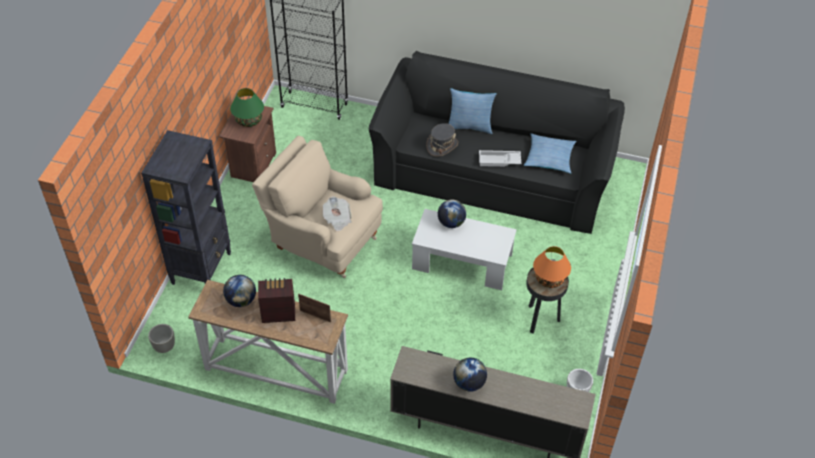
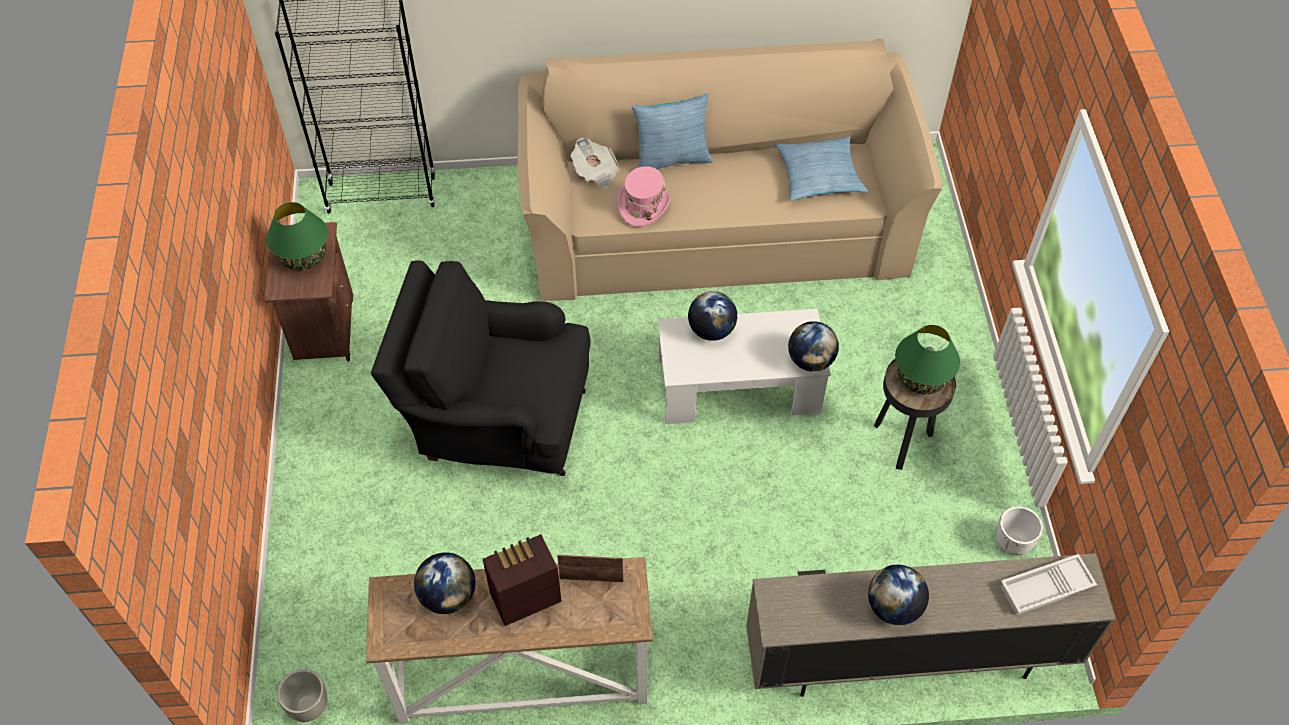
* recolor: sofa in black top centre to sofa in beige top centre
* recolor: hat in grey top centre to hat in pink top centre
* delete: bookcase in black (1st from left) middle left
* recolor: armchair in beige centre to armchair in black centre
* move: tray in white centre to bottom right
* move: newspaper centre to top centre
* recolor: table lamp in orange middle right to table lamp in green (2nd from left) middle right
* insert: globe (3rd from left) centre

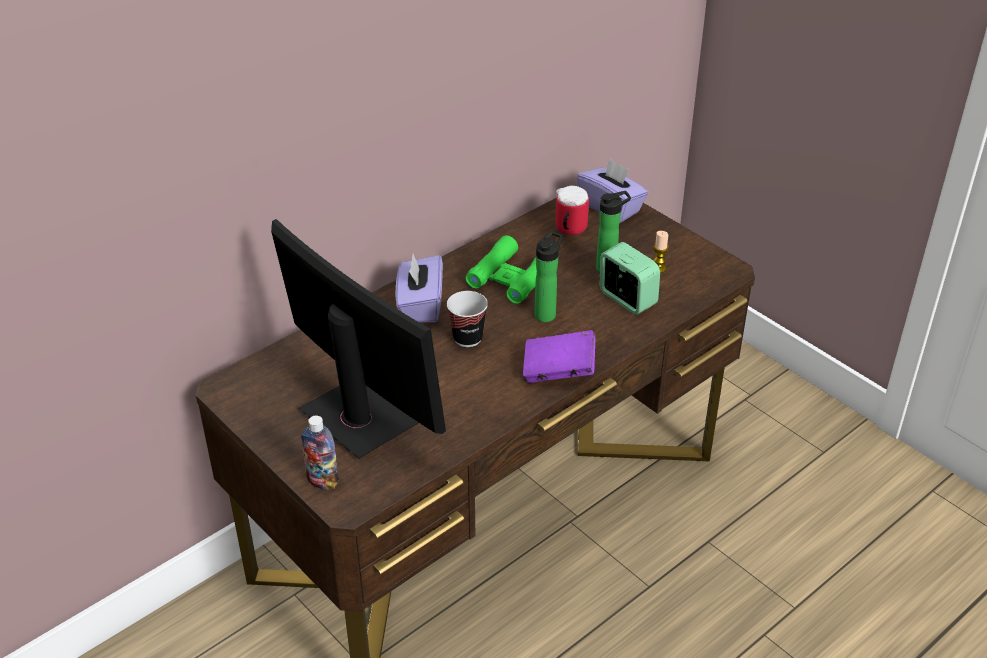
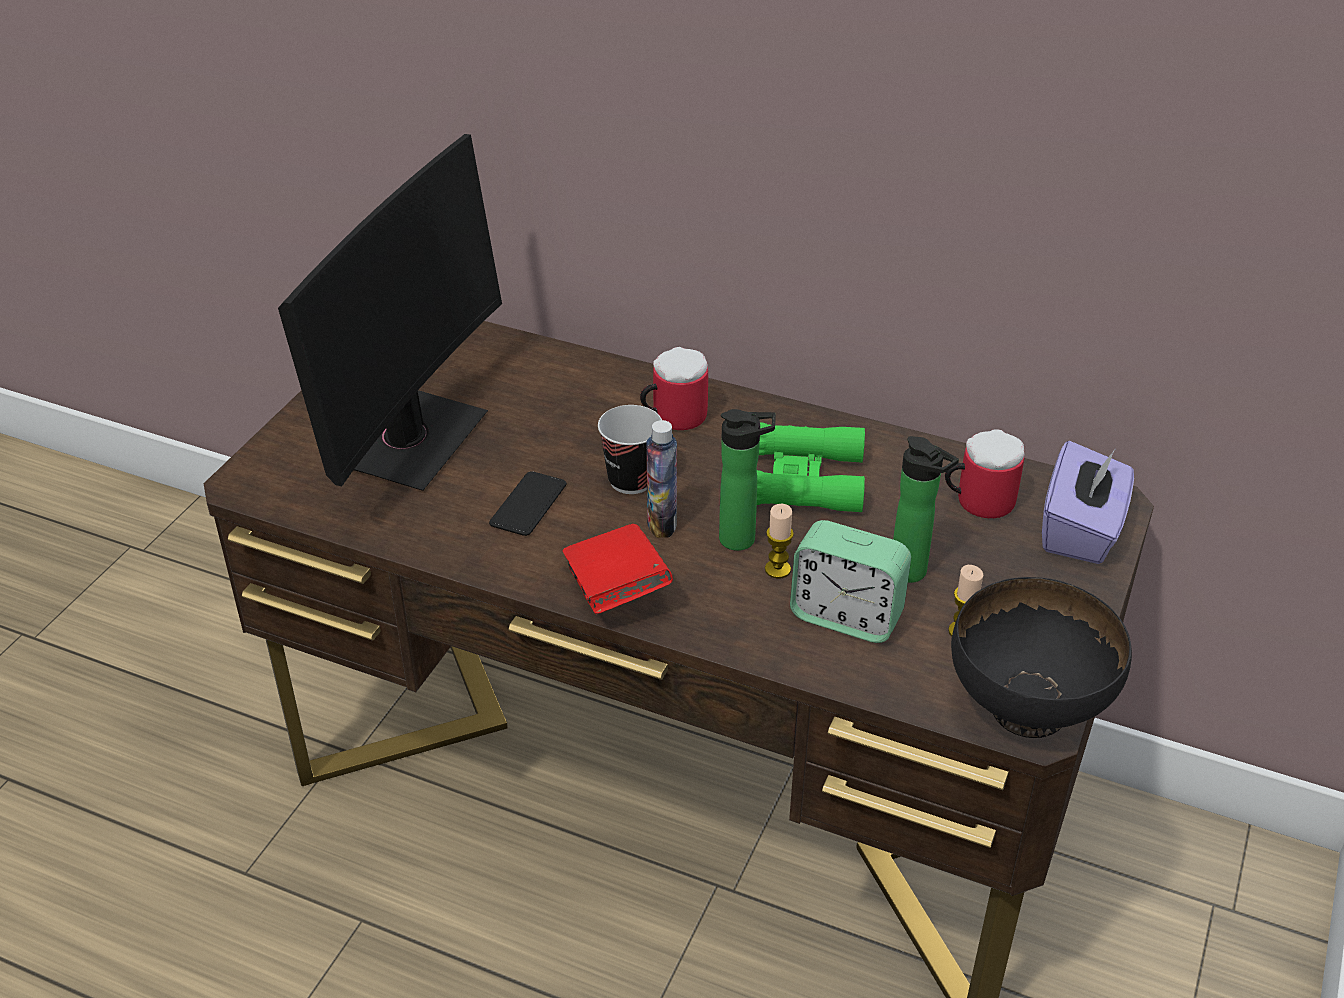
* rotate: alarm clock centre = centre 90 degrees clockwise
* replace: tissue box in purple (1st from left) centre to mug (1st from left) centre
* recolor: book in purple centre to book in red centre
* move: bottle (1st from left) bottom left to centre
* insert: phone centre
* insert: candle (1st from left) centre
* insert: bowl in black middle right

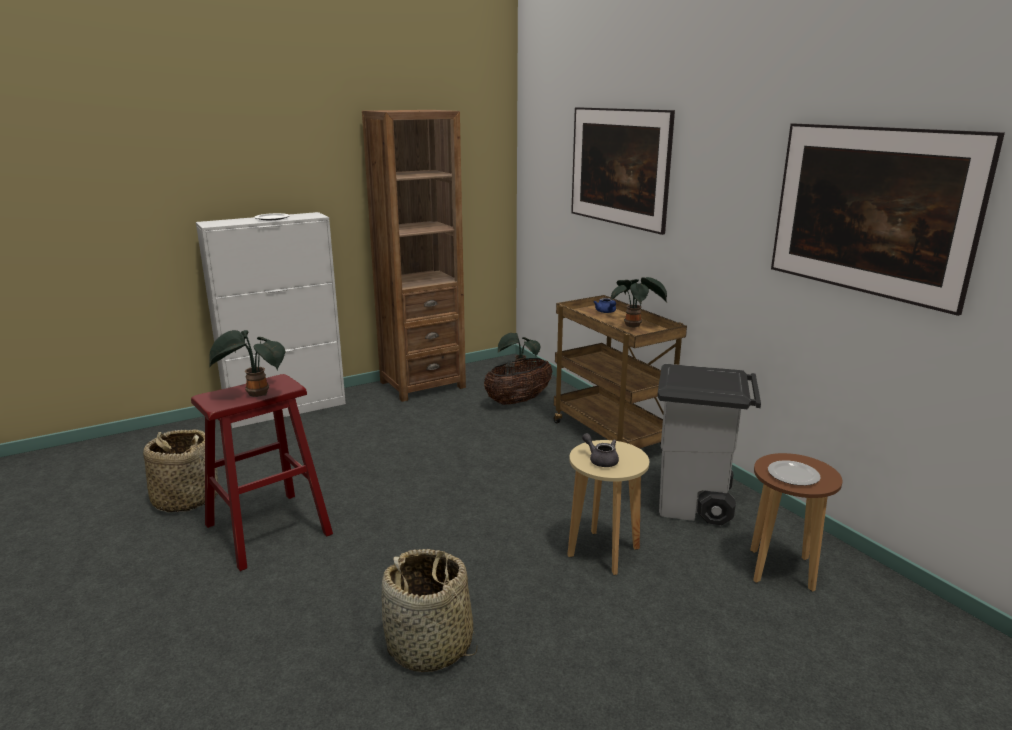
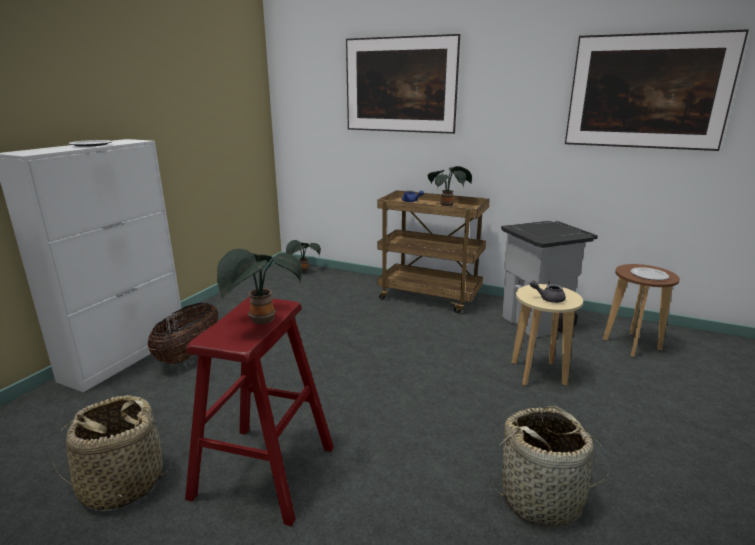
* delete: bookcase in brown centre
* move: basket (3rd from left in the first image) centre to basket (2nd from left) middle left

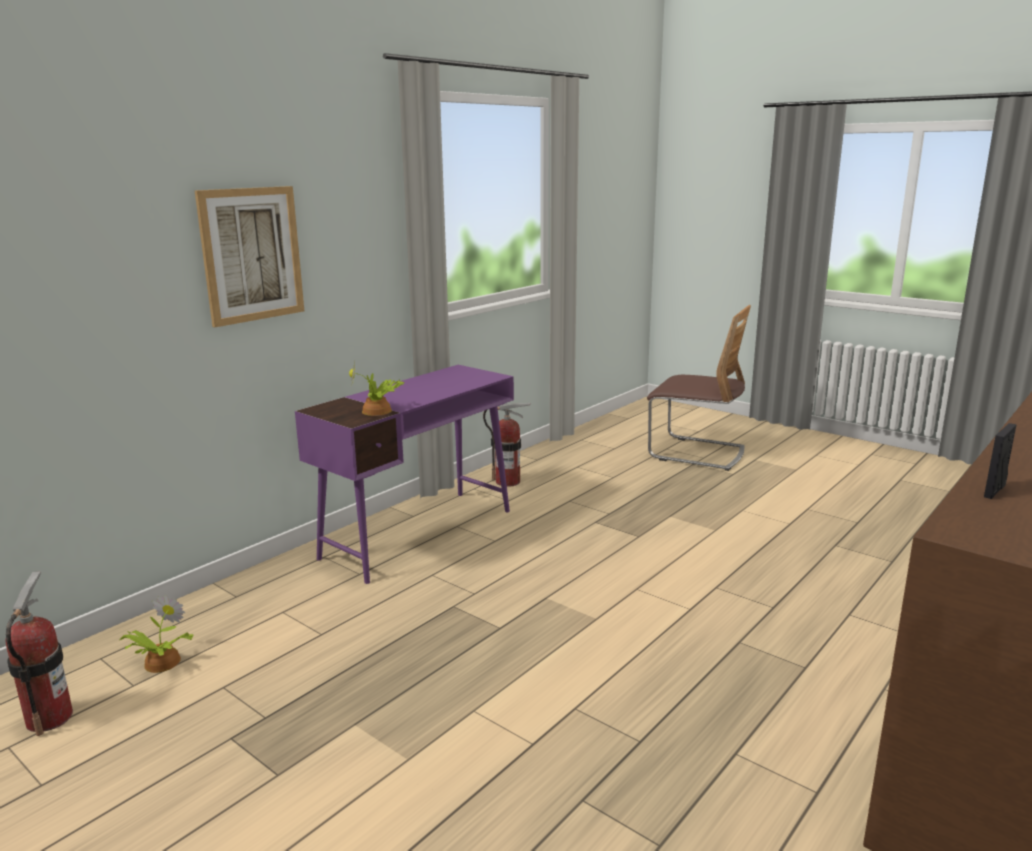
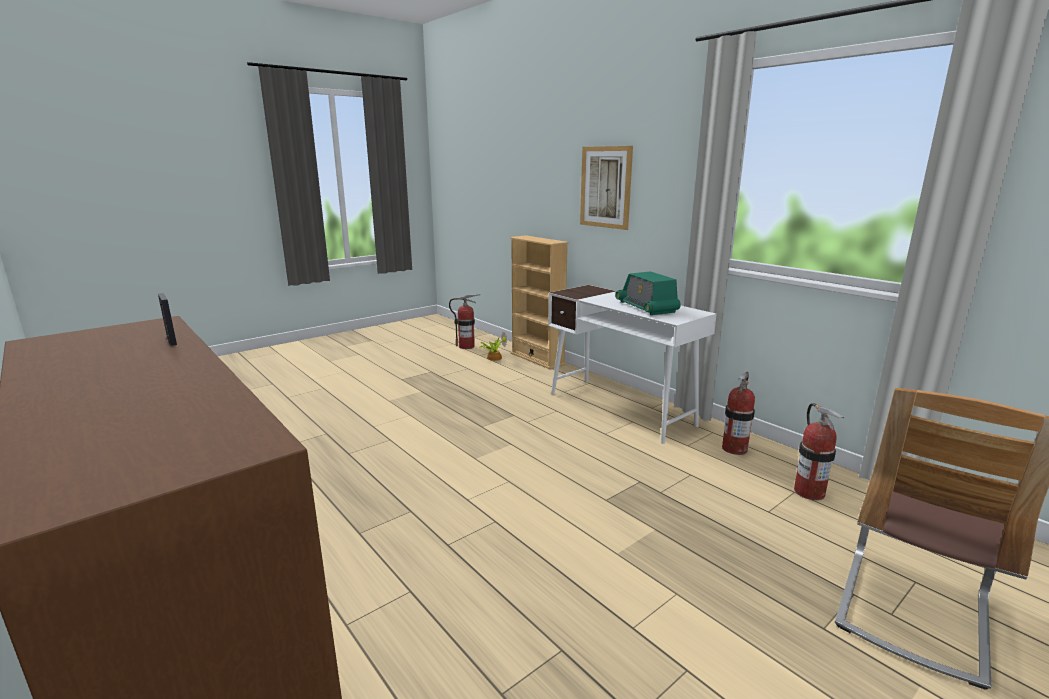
* delete: potted plant (2nd from left) centre
* recolor: desk in purple centre to desk in white centre
* insert: bookcase in beige centre
* insert: radio centre
* insert: fire extinguisher (3rd from left) middle right

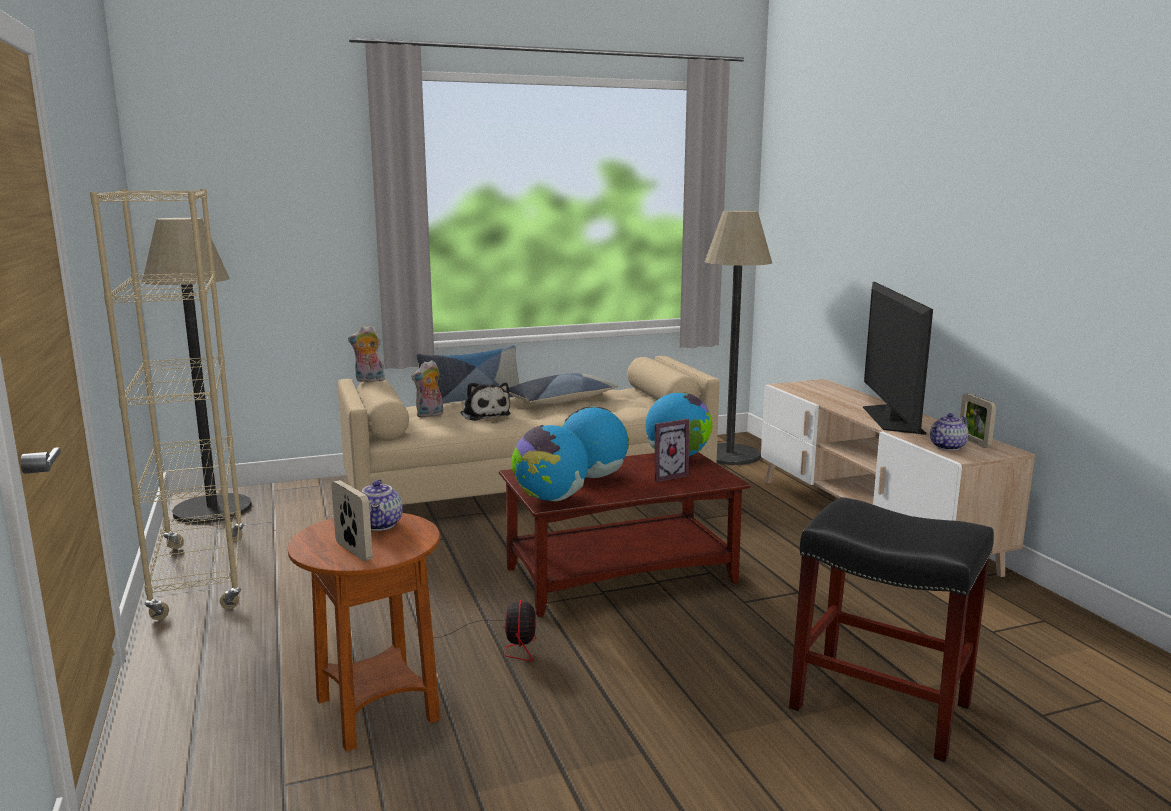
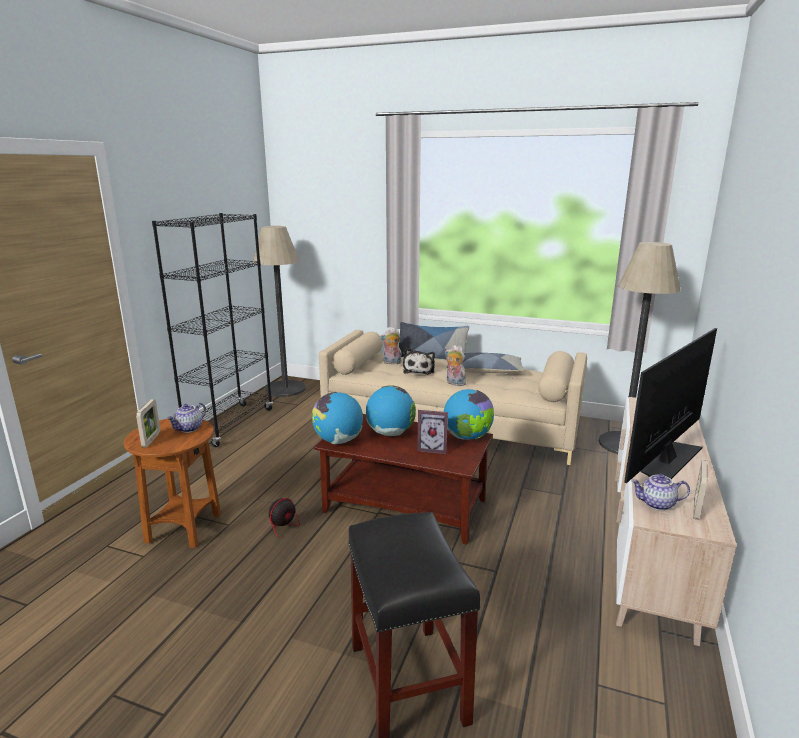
* recolor: bookcase in beige middle left to bookcase in black middle left
* move: plush toy (1st from left in the first image) middle left to plush toy (3rd from left) centre

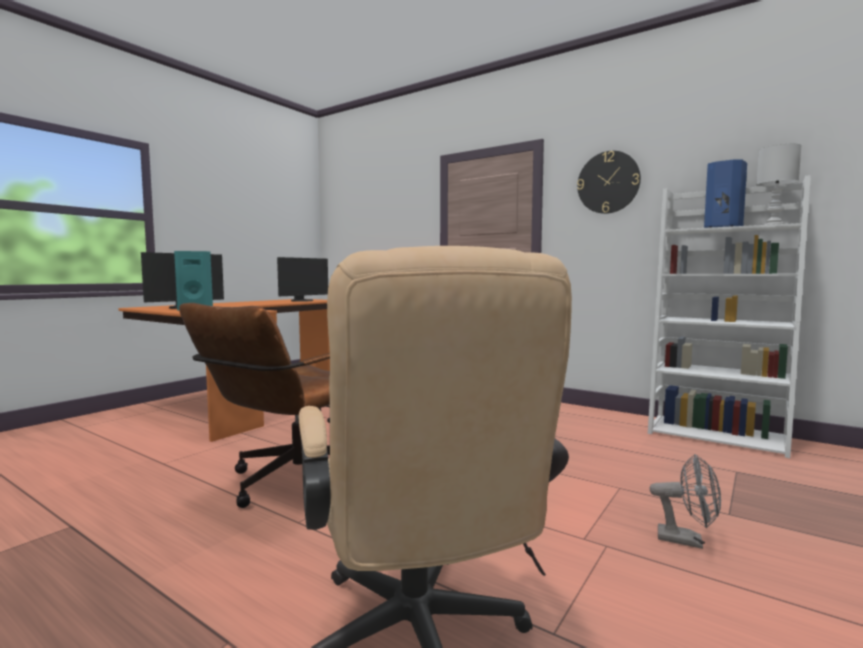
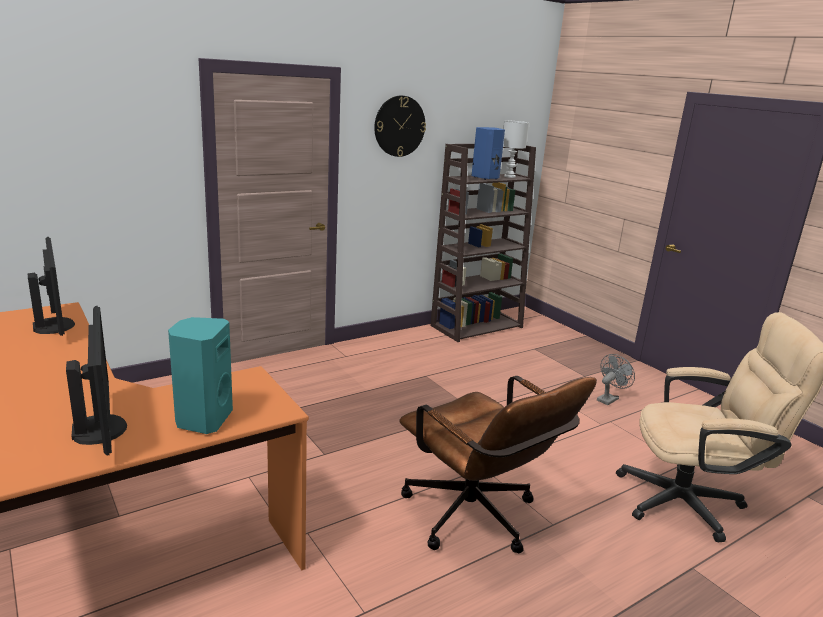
* recolor: bookcase in white middle right to bookcase in brown centre

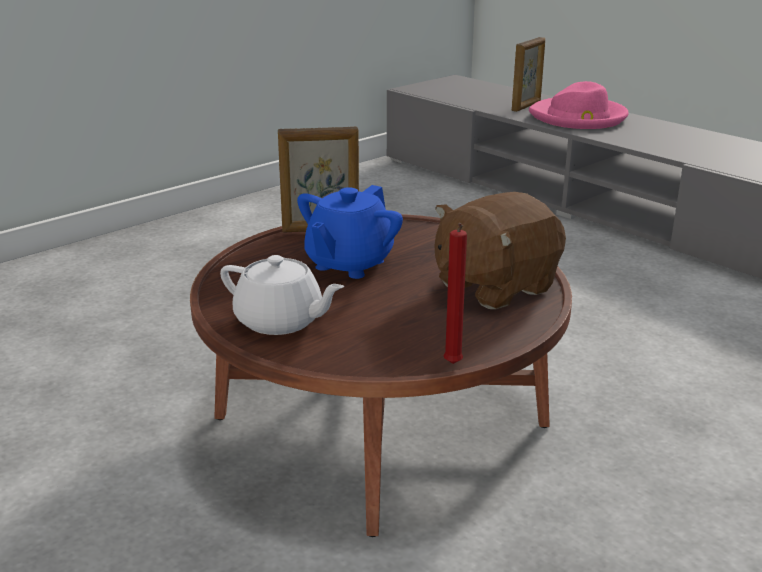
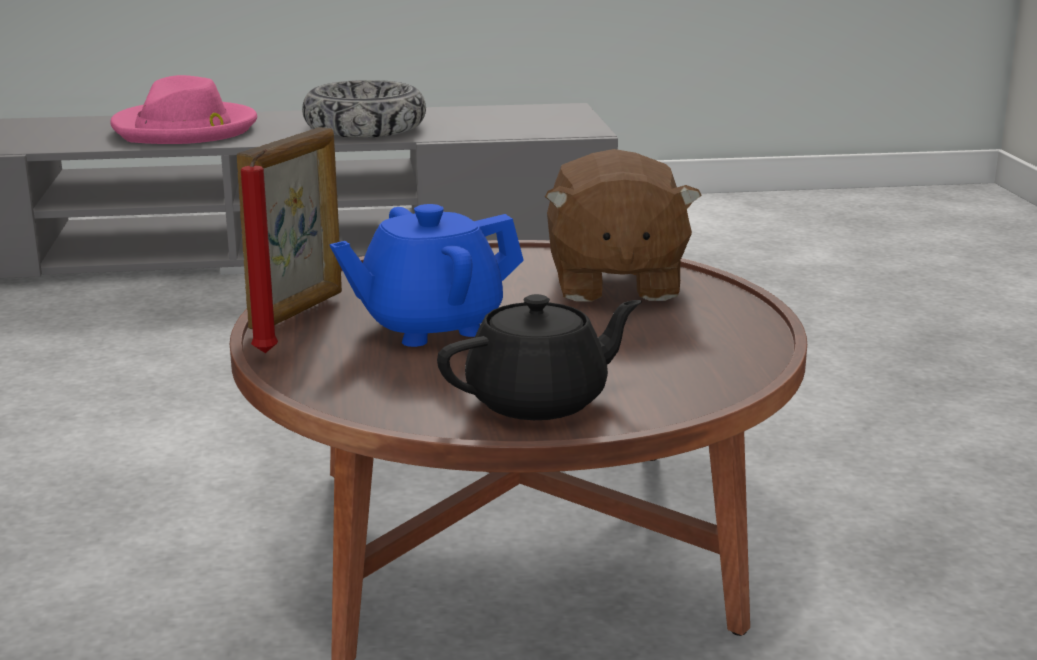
* delete: picture frame (2nd from left) top right
* rotate: teapot in blue centre = centre 90 degrees clockwise
* move: candle in red centre to middle left
* recolor: teapot in white centre to teapot in black centre
* insert: bowl top centre

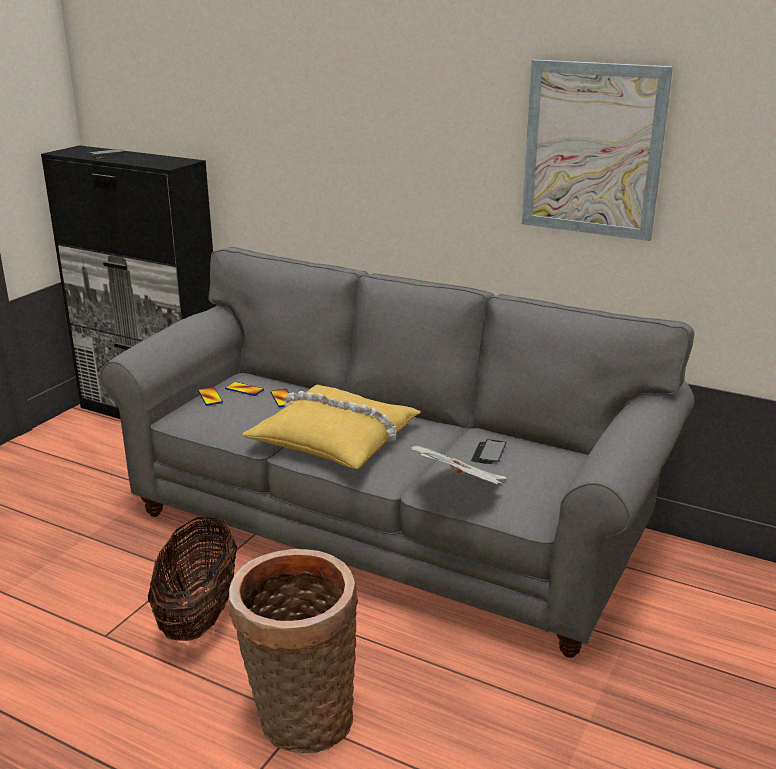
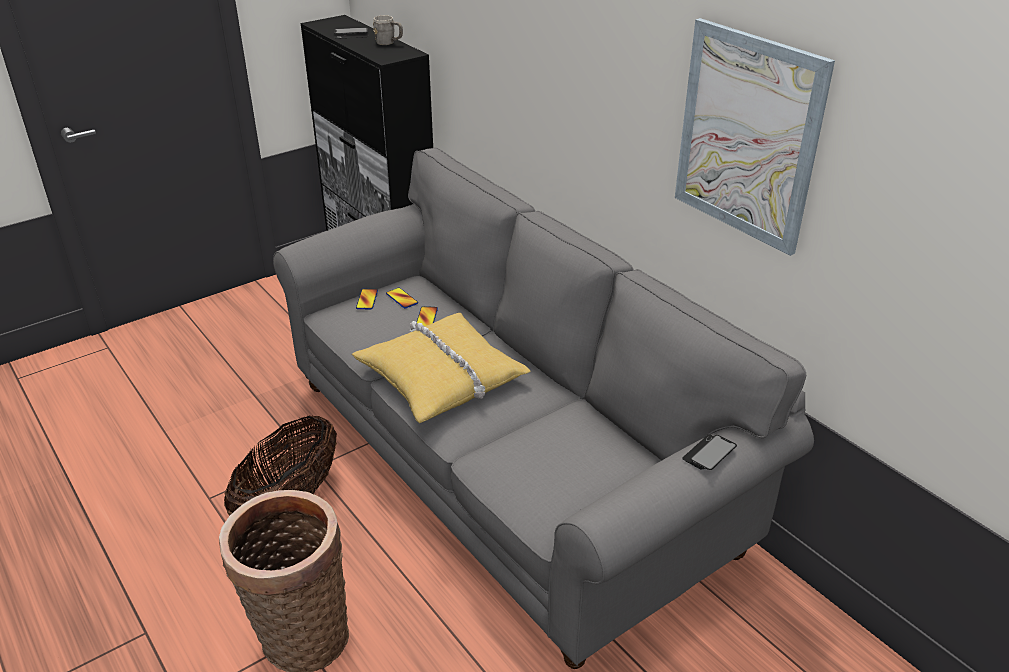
* move: phone (5th from left) centre to bottom right
* delete: newspaper centre
* insert: mug in grey top centre

